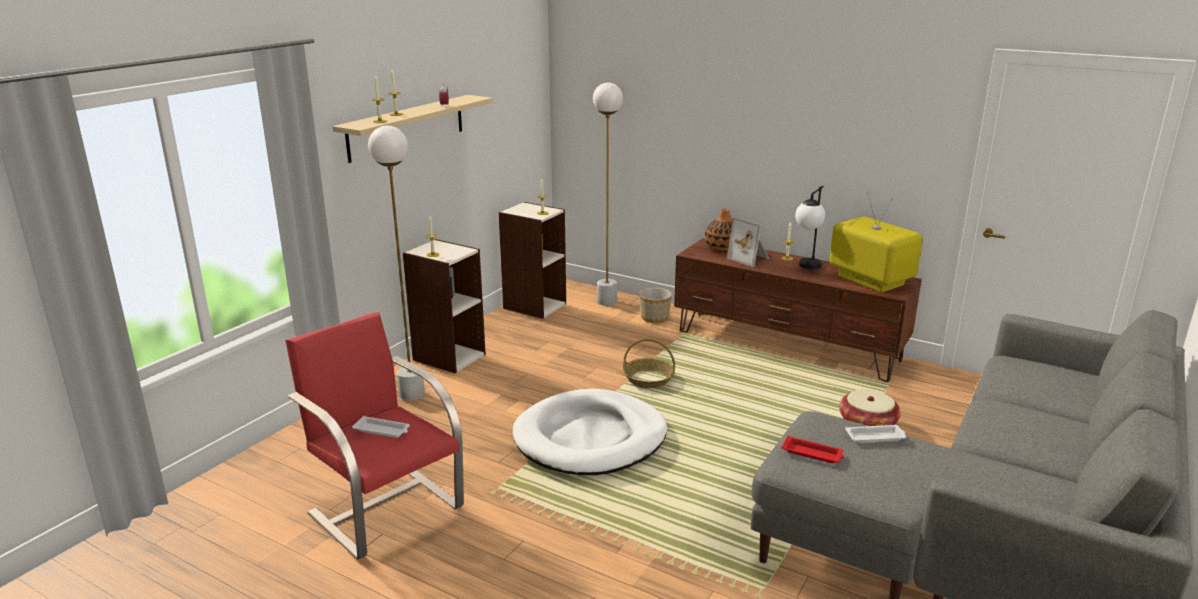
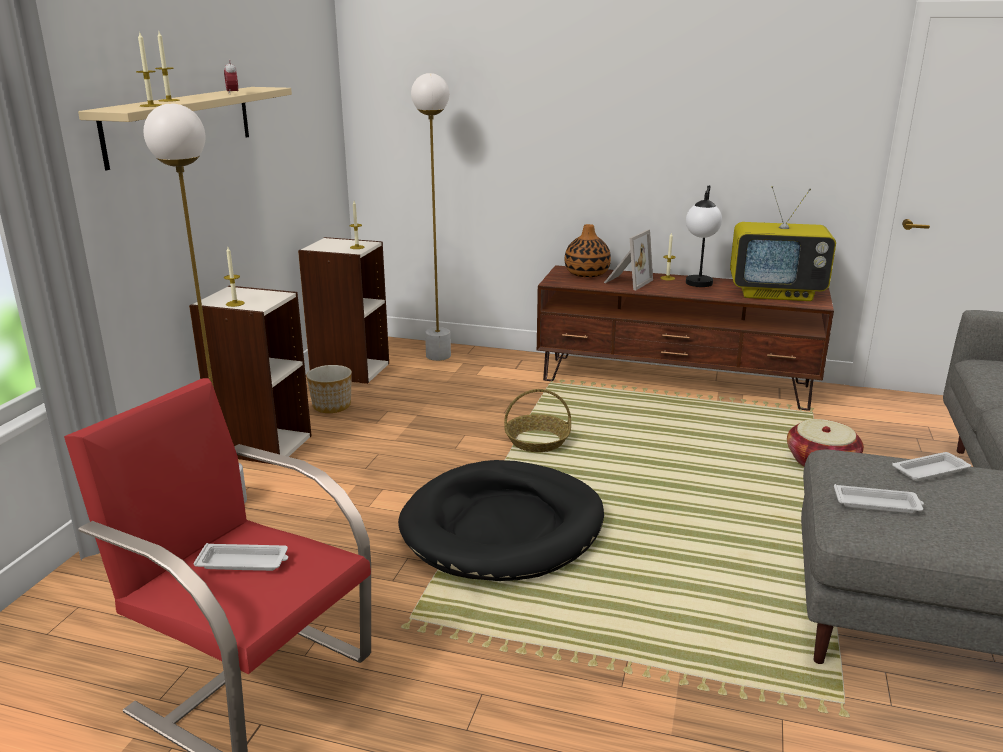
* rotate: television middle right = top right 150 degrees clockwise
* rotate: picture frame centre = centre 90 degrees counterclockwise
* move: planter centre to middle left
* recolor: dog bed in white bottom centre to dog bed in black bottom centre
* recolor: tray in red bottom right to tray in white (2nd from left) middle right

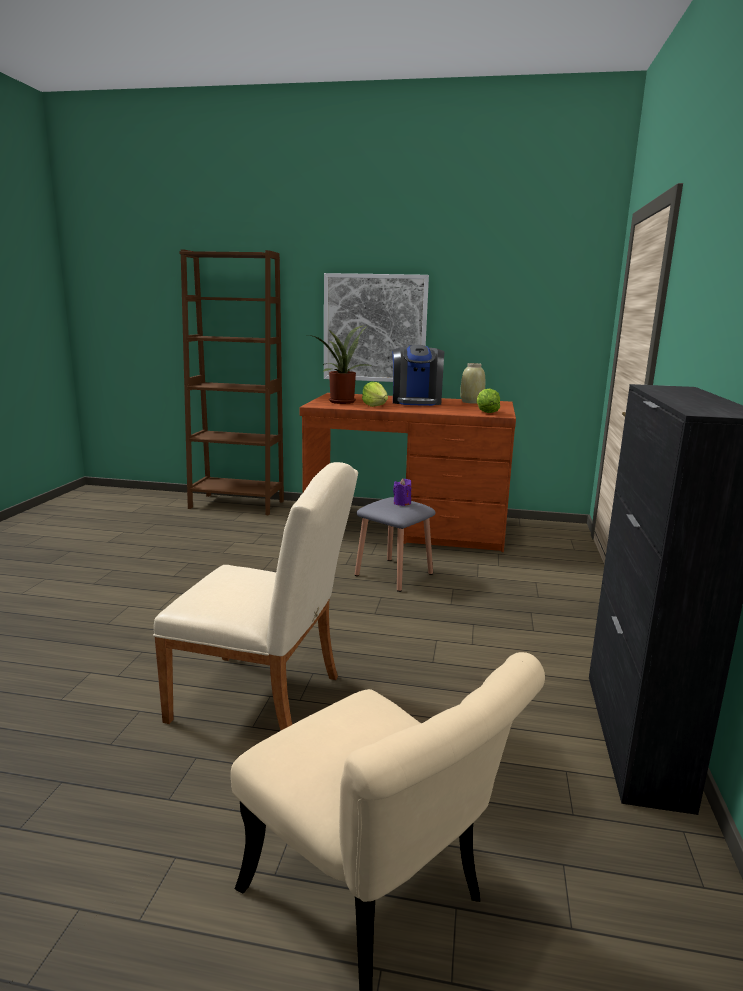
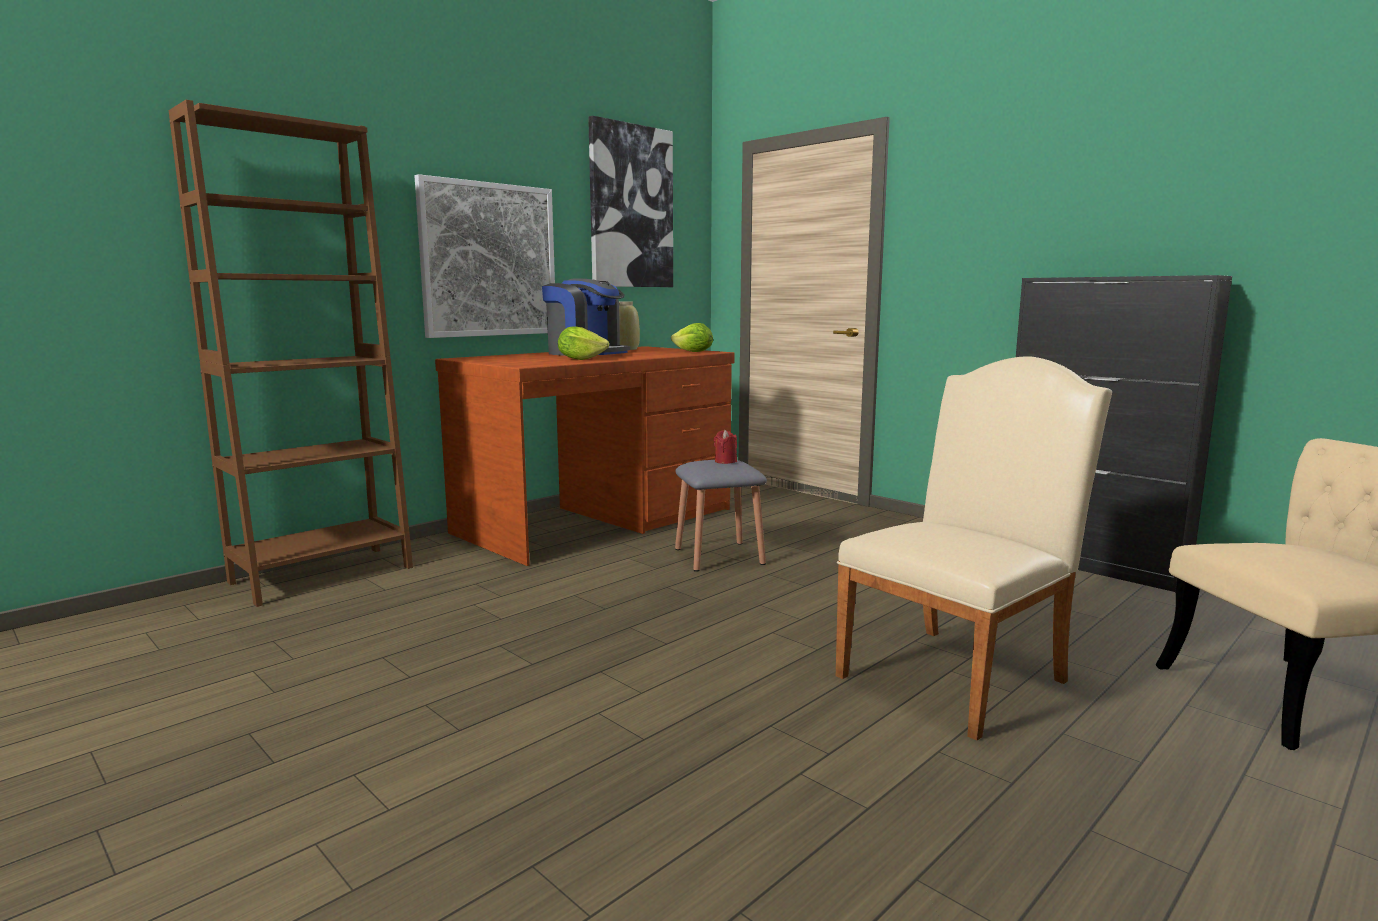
* delete: potted plant centre
* recolor: candle in purple centre to candle in red centre
* insert: picture (2nd from left) top centre

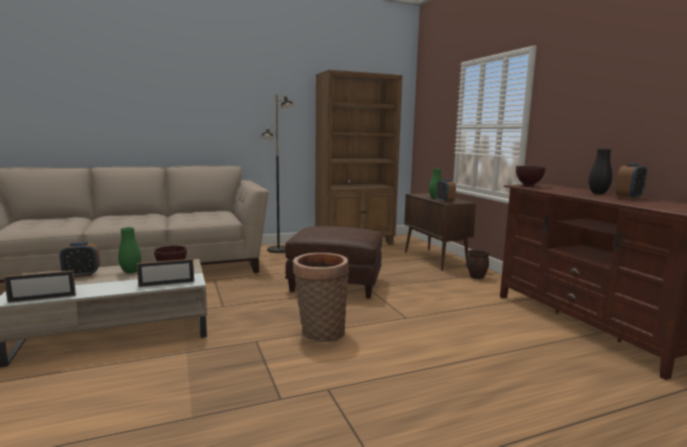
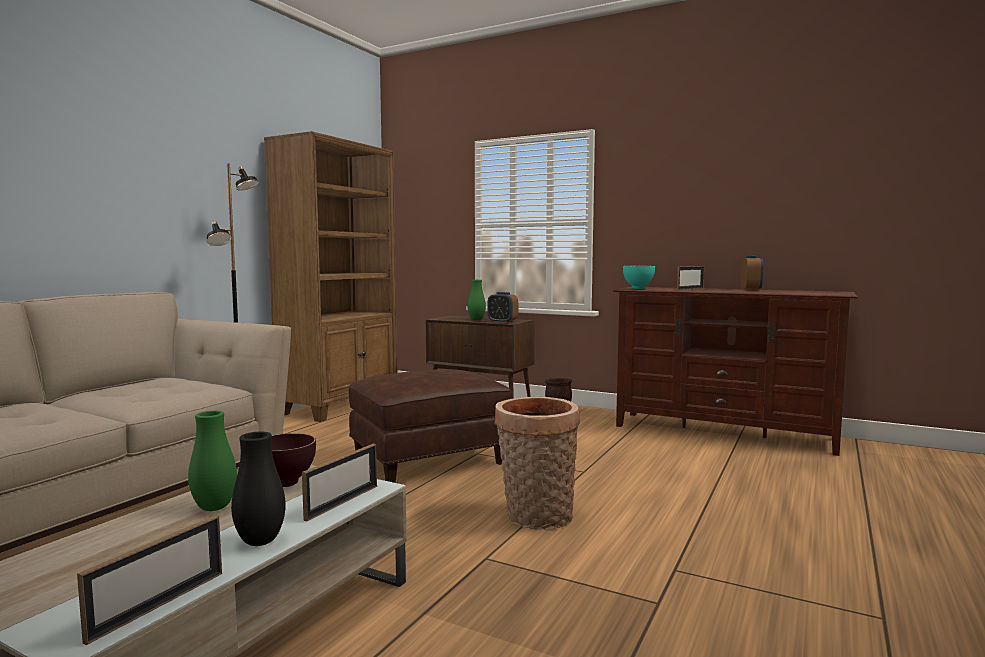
* move: vase in black middle right to bottom left
* recolor: bowl in brown (2nd from left) middle right to bowl in turquoise centre
* delete: alarm clock (1st from left) middle left
* insert: picture frame (3rd from left) middle right

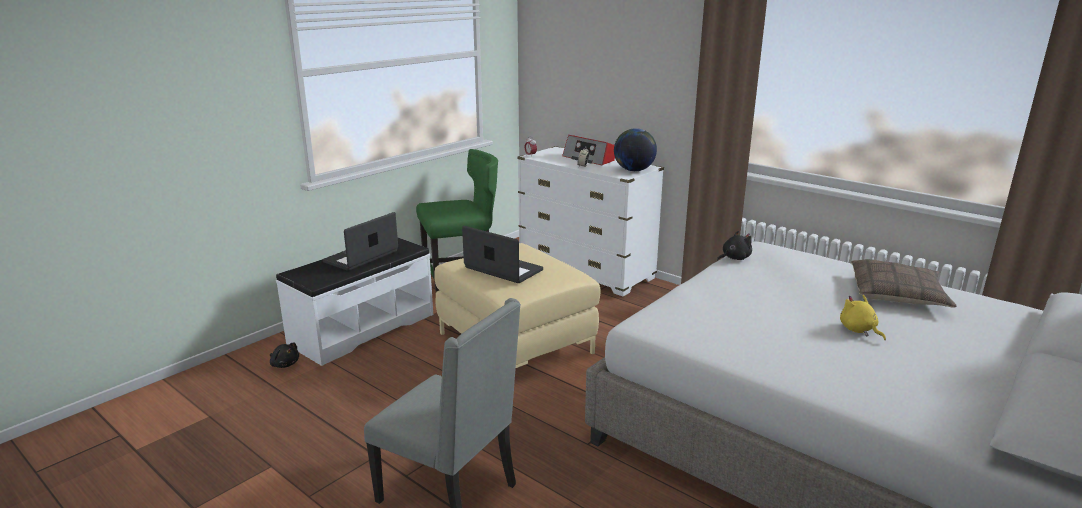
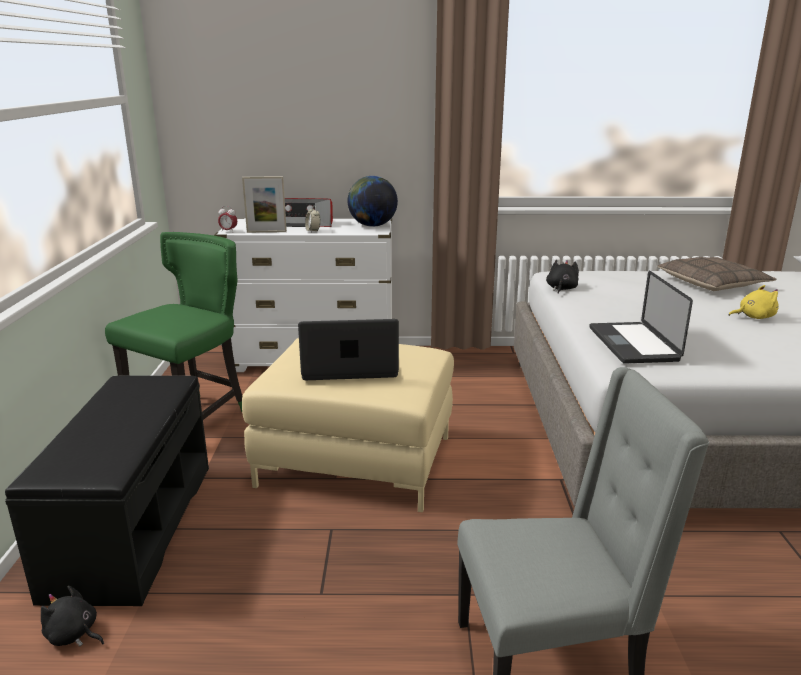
* move: laptop (1st from left in the first image) middle left to laptop (2nd from left) middle right
* recolor: bench in white middle left to bench in black bottom left
* rotate: plush toy in yellow middle right = middle right 150 degrees clockwise
* rotate: plush toy in black (1st from left) bottom left = bottom left 150 degrees counterclockwise
* insert: picture frame top left

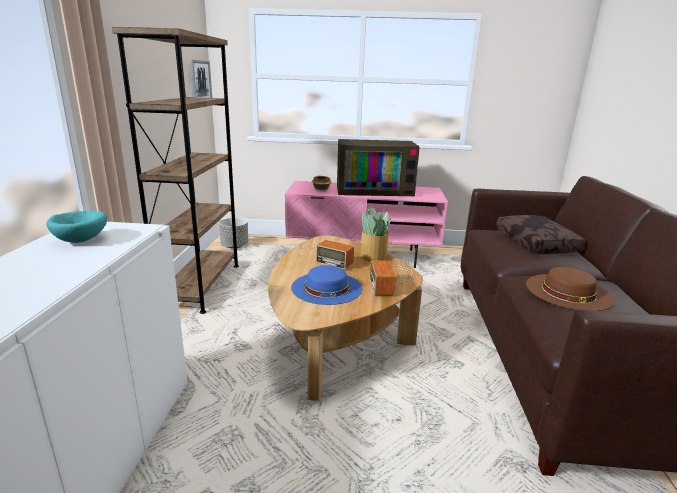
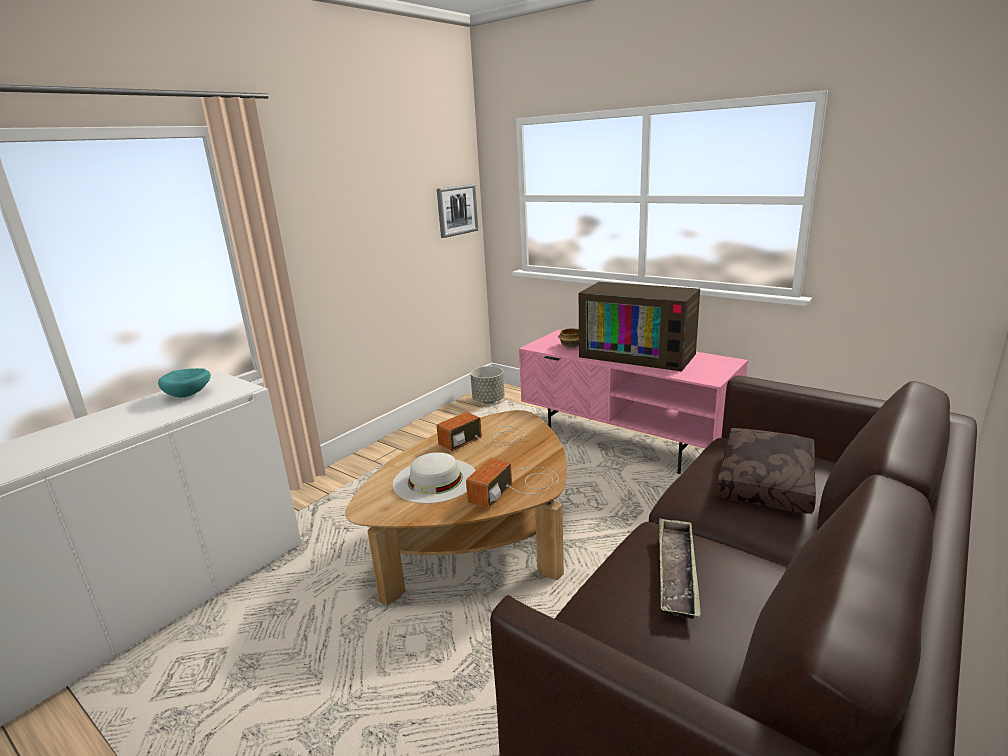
* delete: bookcase in brown middle left
* delete: potted plant centre
* rotate: radio (1st from left) centre = centre 75 degrees clockwise
* recolor: hat in blue centre to hat in white centre
* replace: hat in brown middle right to tray bottom right

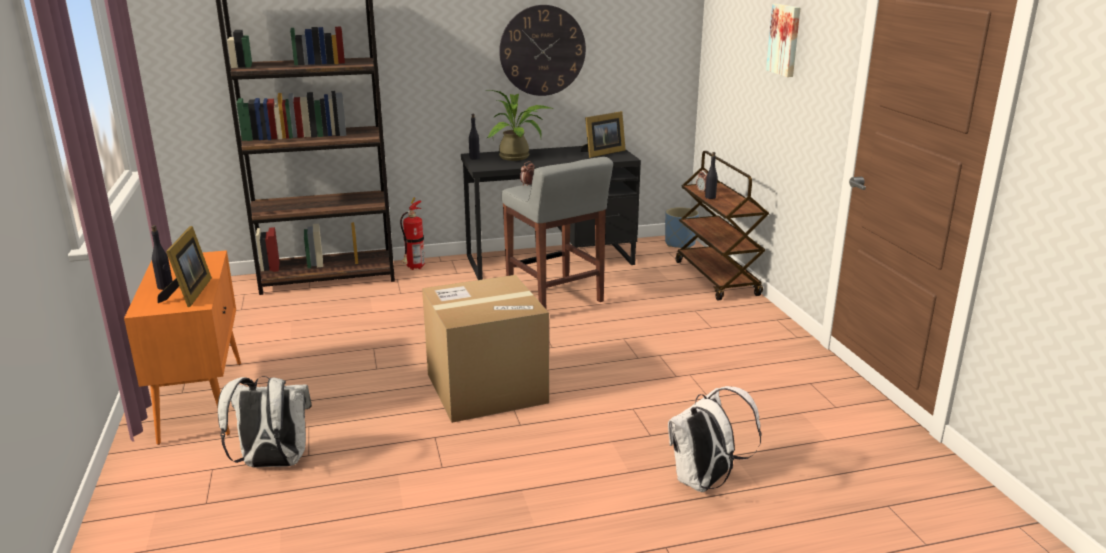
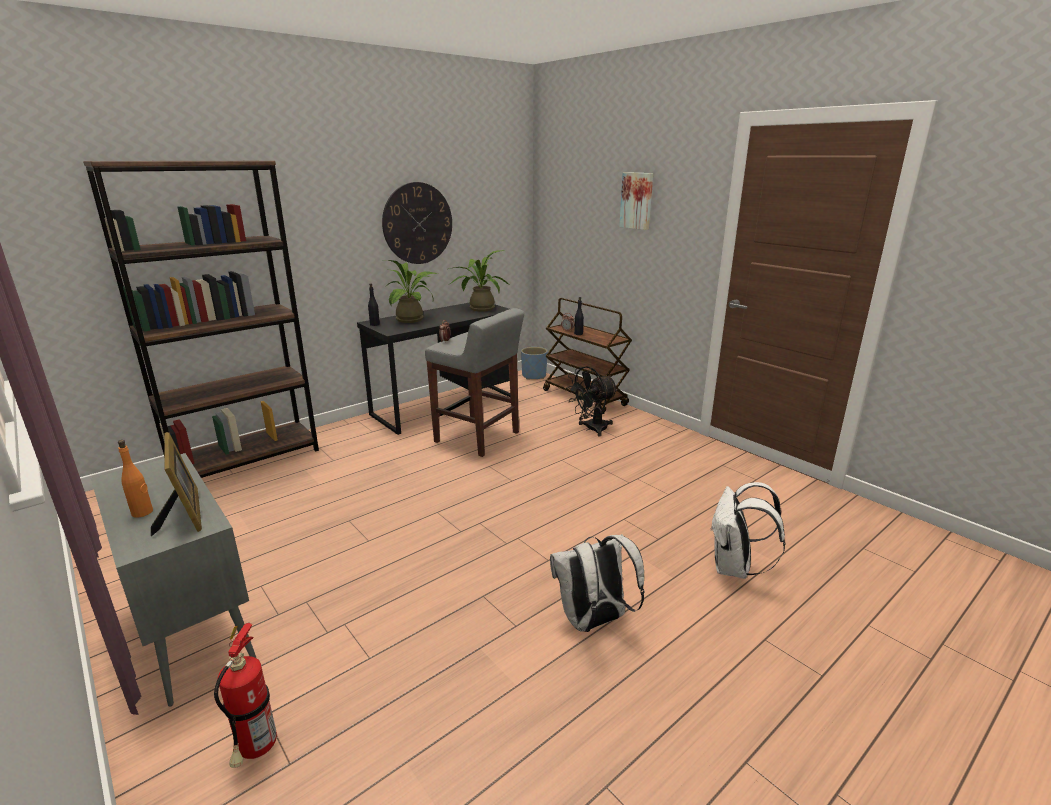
* replace: picture frame (2nd from left) top centre to potted plant (2nd from left) centre
* move: fire extinguisher centre to bottom left
* recolor: bottle in black (1st from left) middle left to bottle in orange middle left
* recolor: cabinet in orange middle left to cabinet in grey bottom left
* delete: cardboard box centre
* move: backpack in white (1st from left) bottom left to bottom centre
* insert: fan in black centre

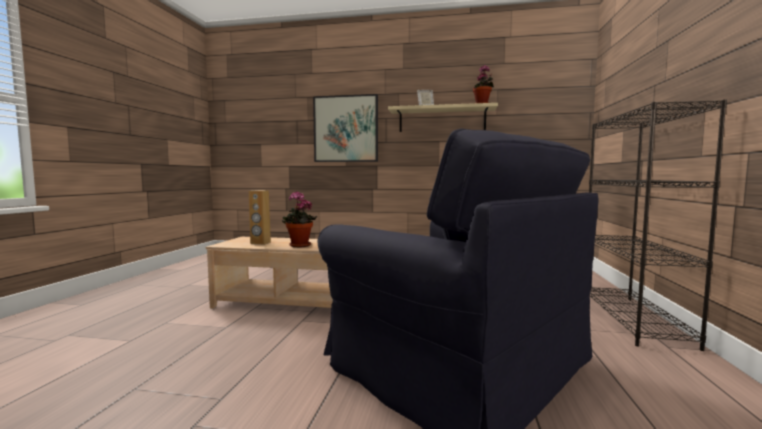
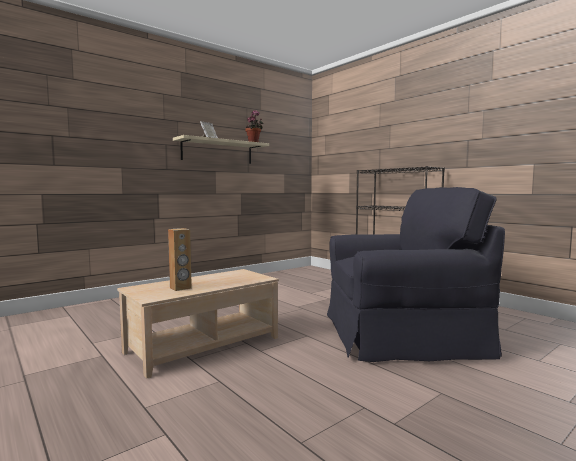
* delete: picture top centre
* delete: potted plant (1st from left) centre

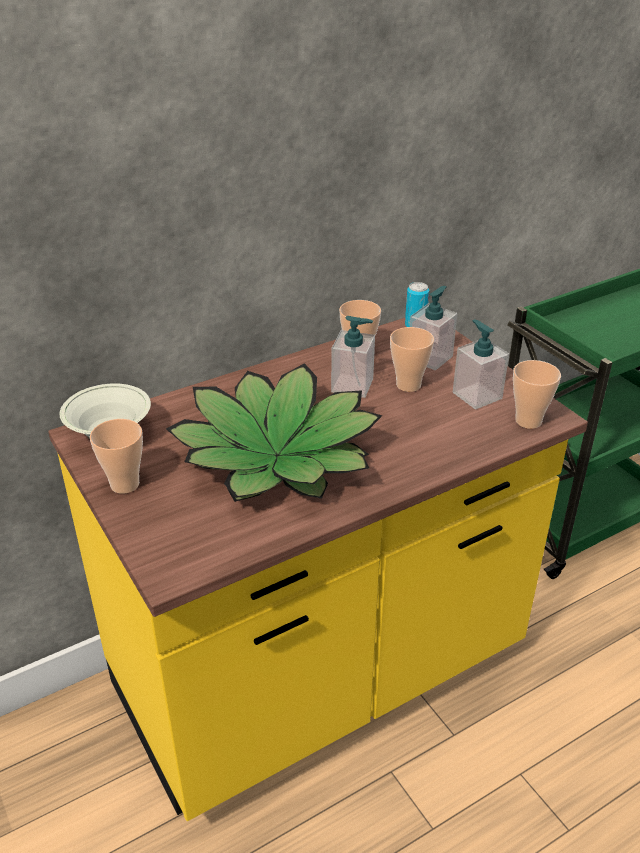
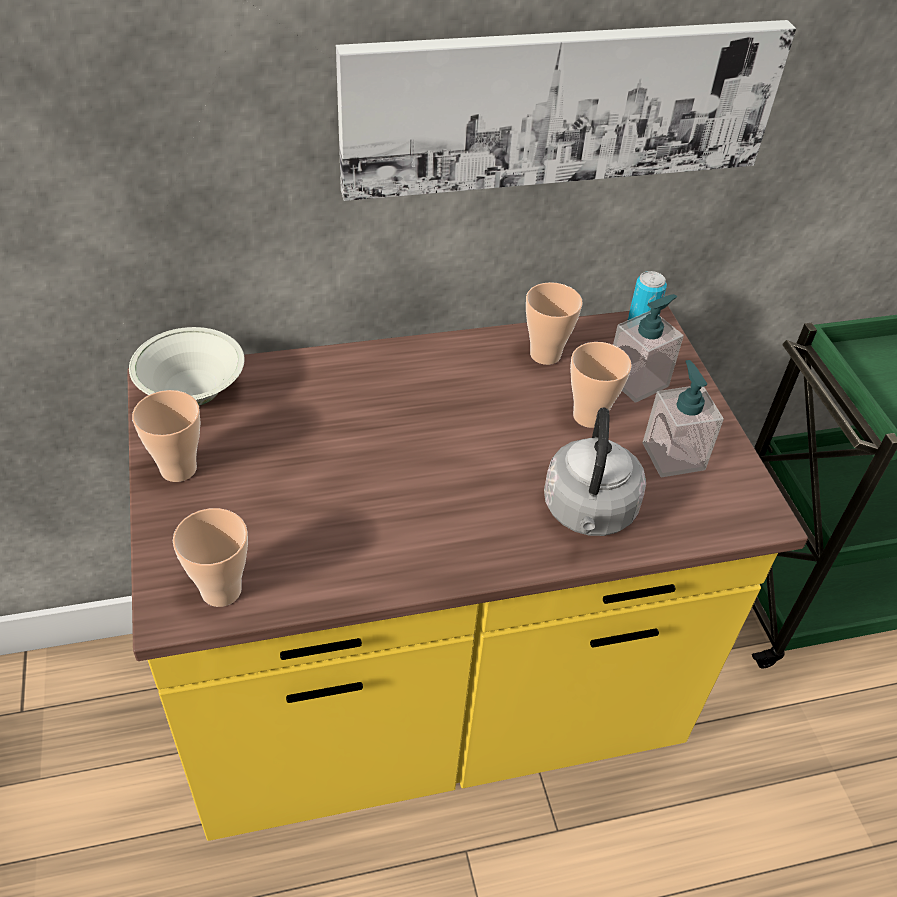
* delete: soap dispenser (1st from left) centre
* move: cup (4th from left in the first image) middle right to cup (2nd from left) middle left
* delete: potted plant centre
* insert: picture top centre
* insert: kettle in grey centre

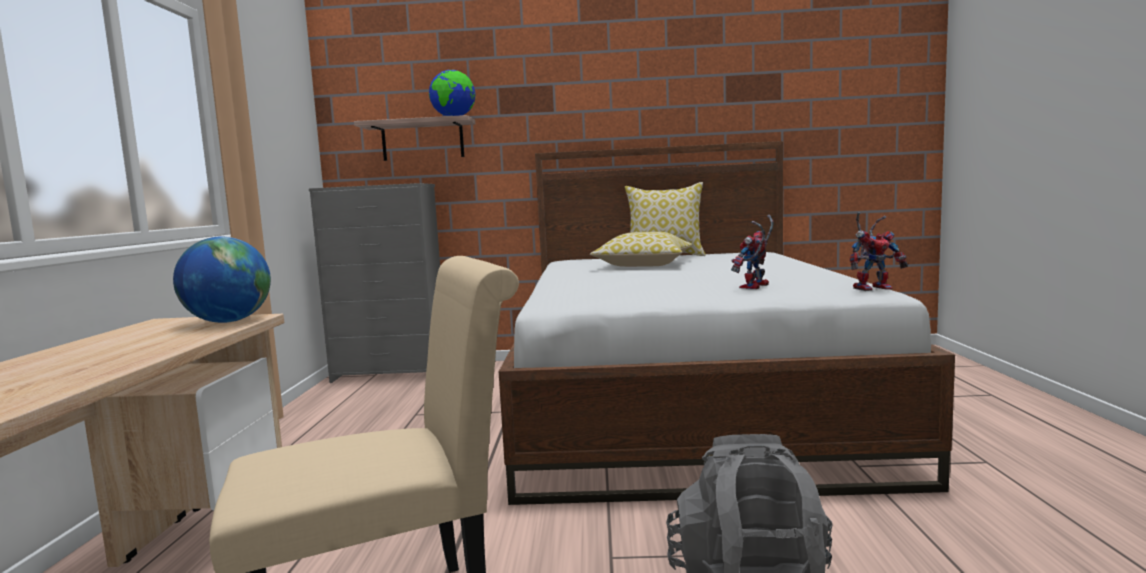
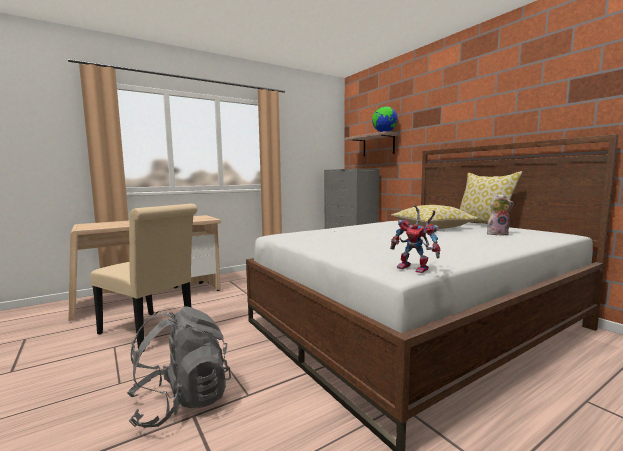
* delete: toy robot (1st from left) centre
* delete: globe (1st from left) middle left
* insert: plush toy middle right

